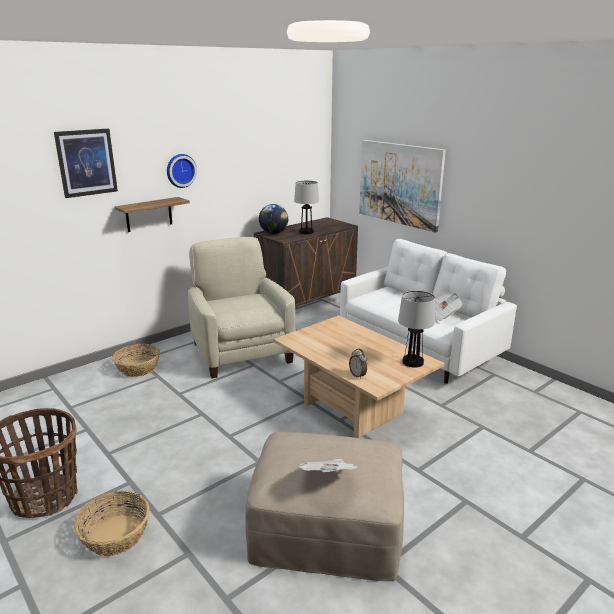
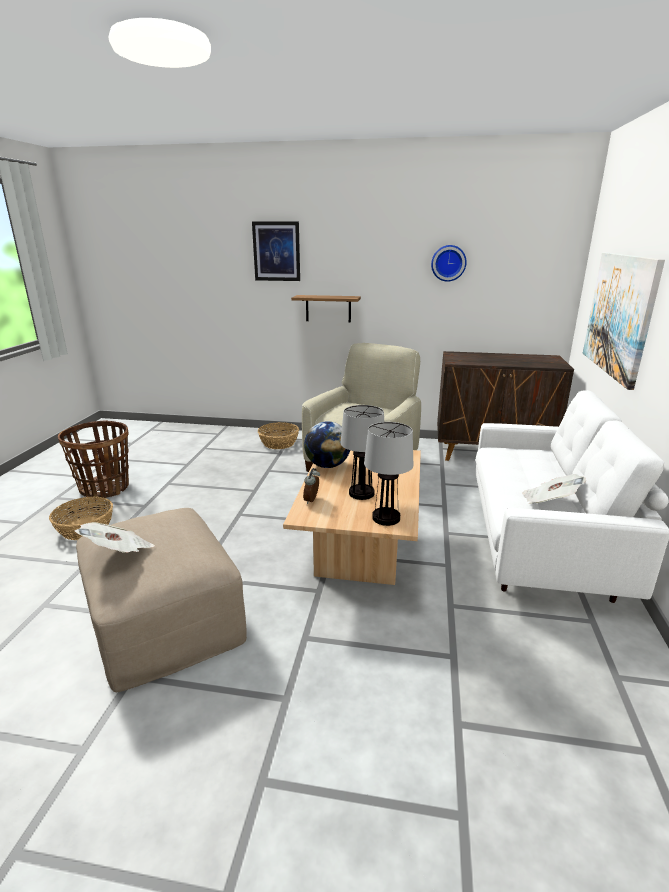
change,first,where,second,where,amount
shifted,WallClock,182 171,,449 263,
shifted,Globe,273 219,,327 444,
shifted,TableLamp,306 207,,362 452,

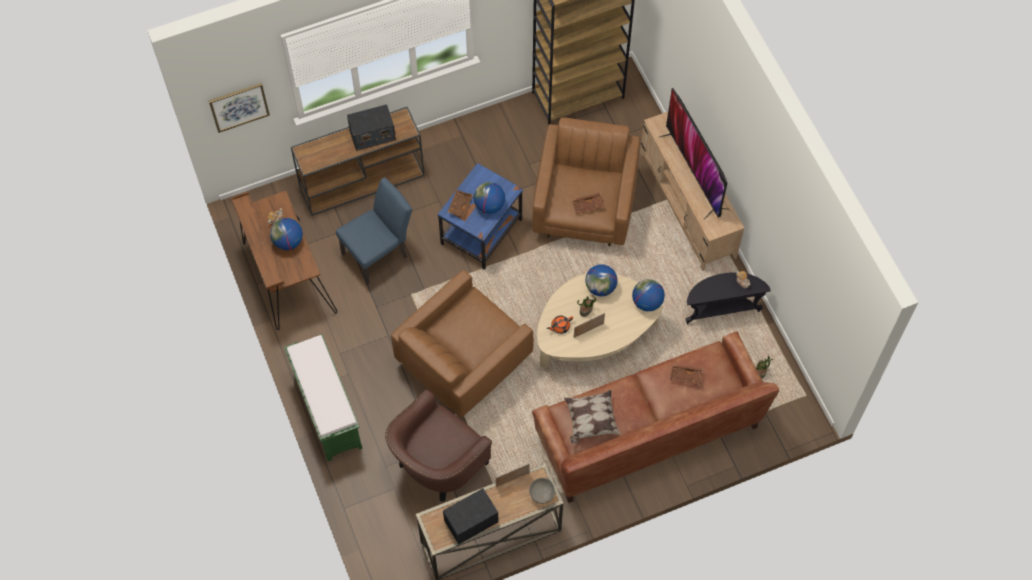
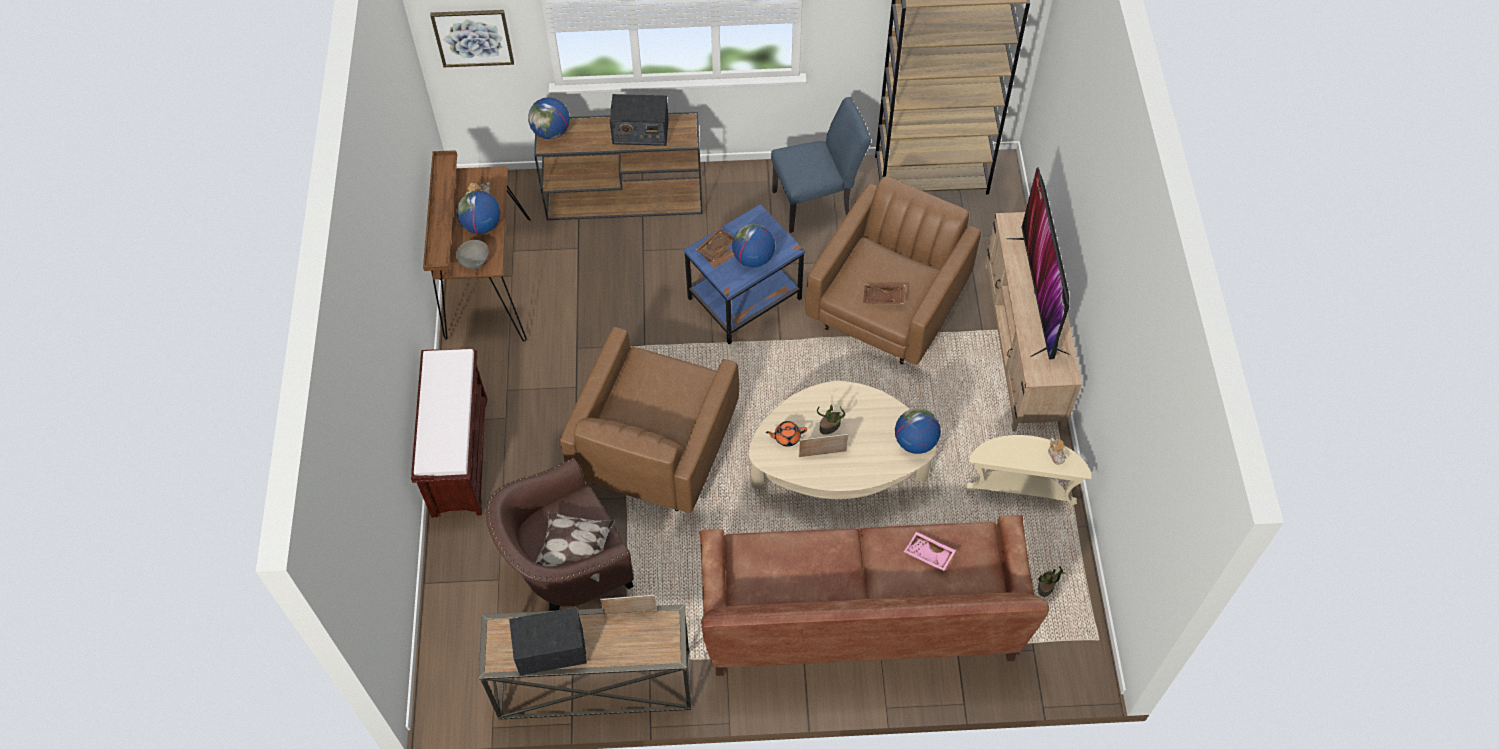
change,first,where,second,where,amount
repainted,GreenBench,323 397,BrownBench,449 433,
shifted,BlueChair,374 231,,821 165,
rotated,BrownArmchair,462 344,,649 420,45 degrees counterclockwise
shifted,GreyBowl,542 491,,472 254,
shifted,Pillow,592 416,,574 546,
shifted,Globe,601 280,,549 118,
repainted,BrownTray,686 375,PinkTray,930 551,
repainted,BlackSideTable,728 298,BeigeSideTable,1029 471,

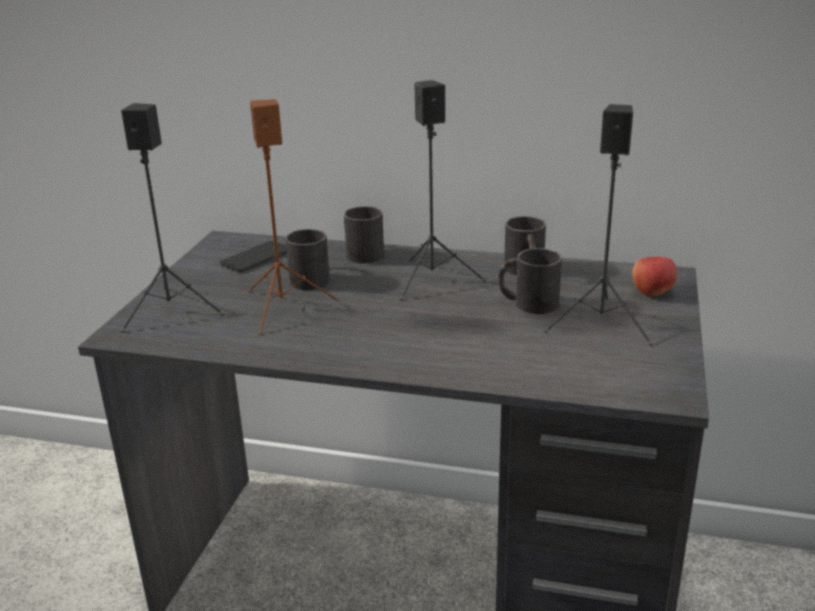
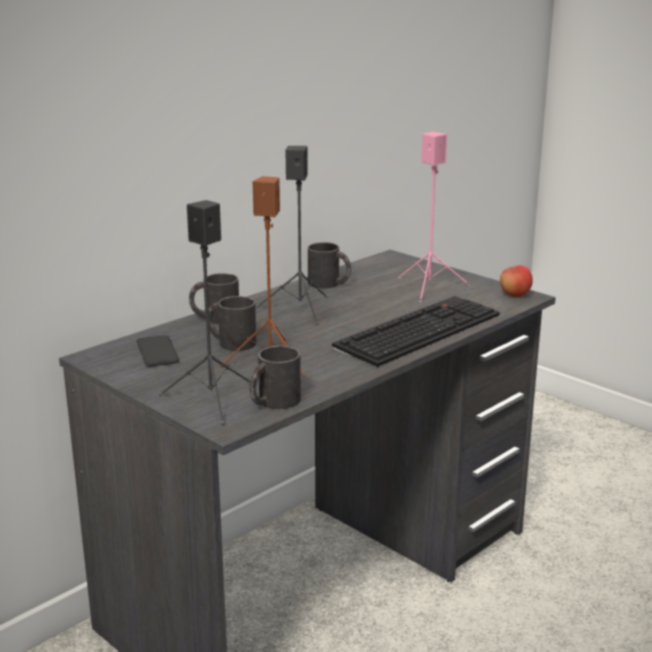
change,first,where,second,where,amount
shifted,BlackMug,530 281,,275 377,
repainted,BlackSpeaker,598 225,PinkSpeaker,434 217,
shifted,Apple,654 276,,516 281,
new,,,Keyboard,416 331,

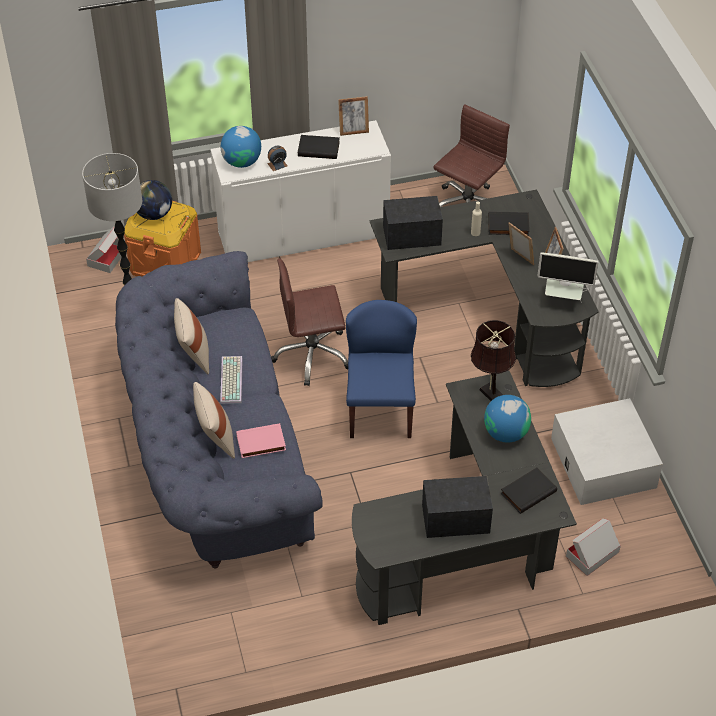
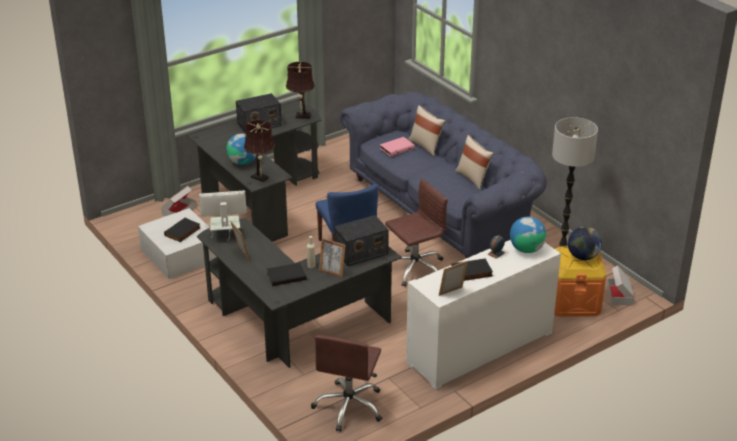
change,first,where,second,where,amount
gone,Keyboard,231 380,,,
shifted,BlackBook,529 491,,182 230,
shifted,PictureFrame,521 243,,332 258,
new,,,BrownTableLamp,300 90,

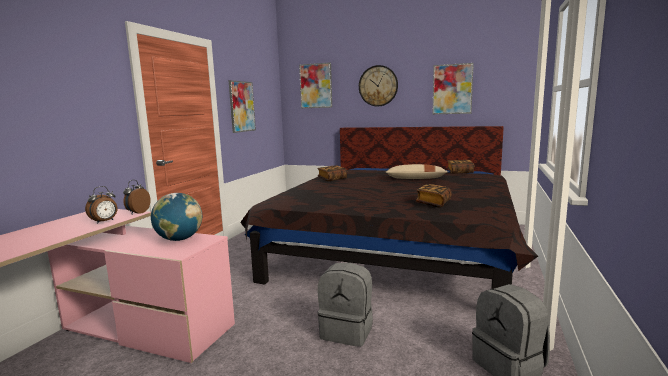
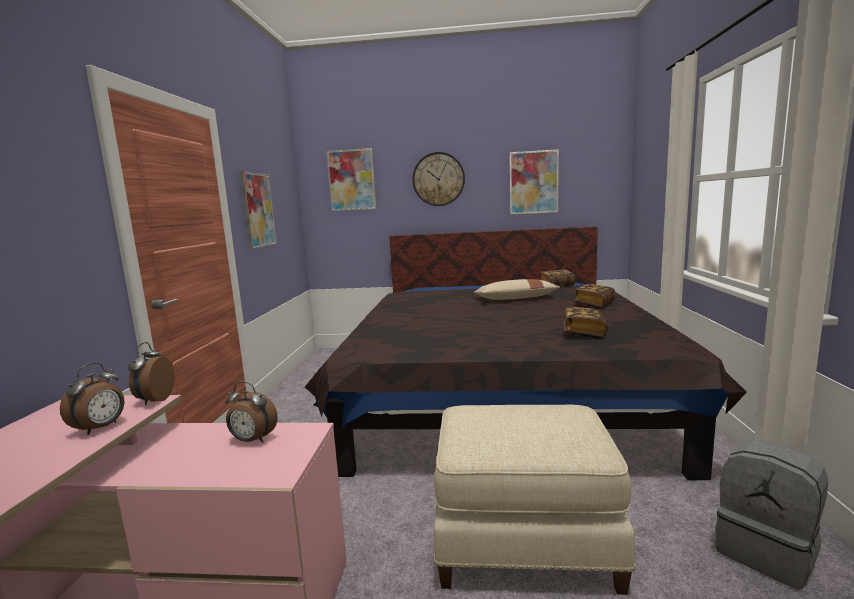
change,first,where,second,where,amount
swapped,Globe,176 217,AlarmClock,251 412,
shifted,Book,332 173,,594 296,
swapped,GreyBackpack,345 305,BeigeOttoman,534 500,

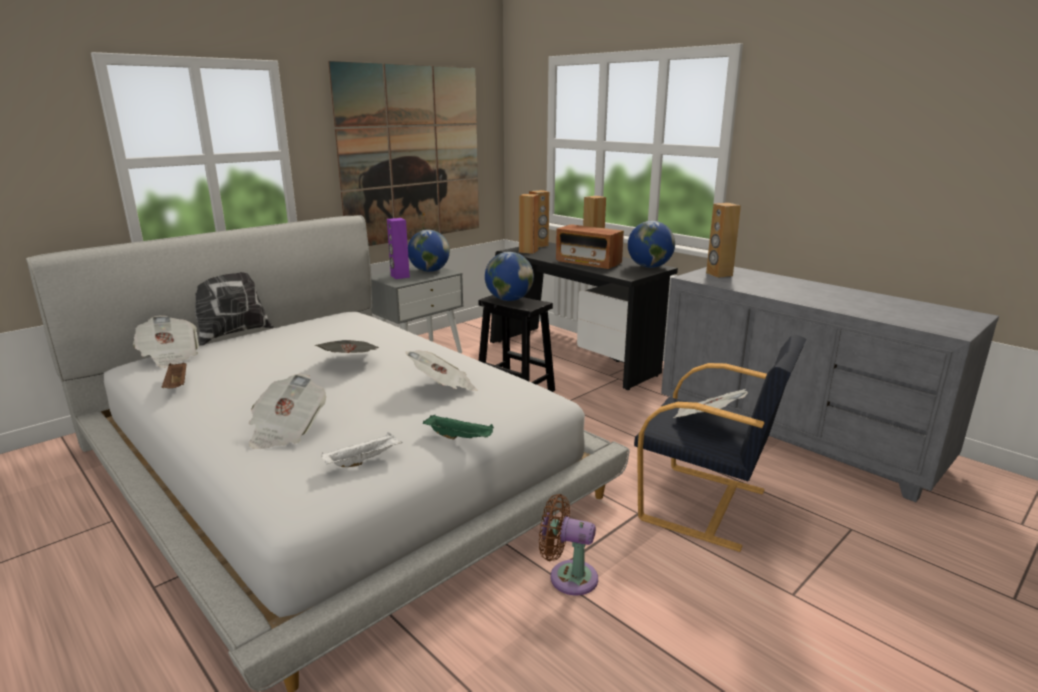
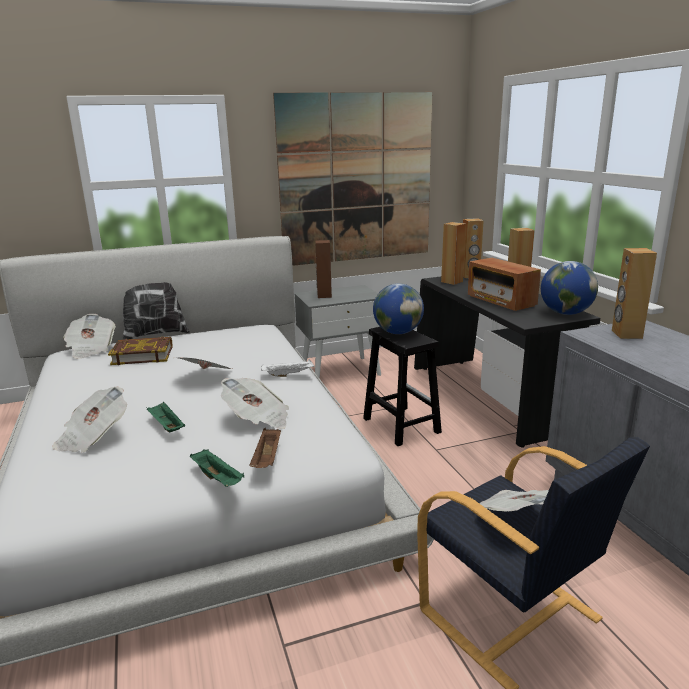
change,first,where,second,where,amount
shifted,BrownTray,174 375,,265 448,
shifted,WhiteTray,362 449,,288 368,
repainted,PurpleSpeaker,398 248,BrownSpeaker,323 269,
gone,Globe,429 251,,,
gone,BrownFan,568 545,,,
new,,,Book,140 351,
new,,,GreenTray,166 417,

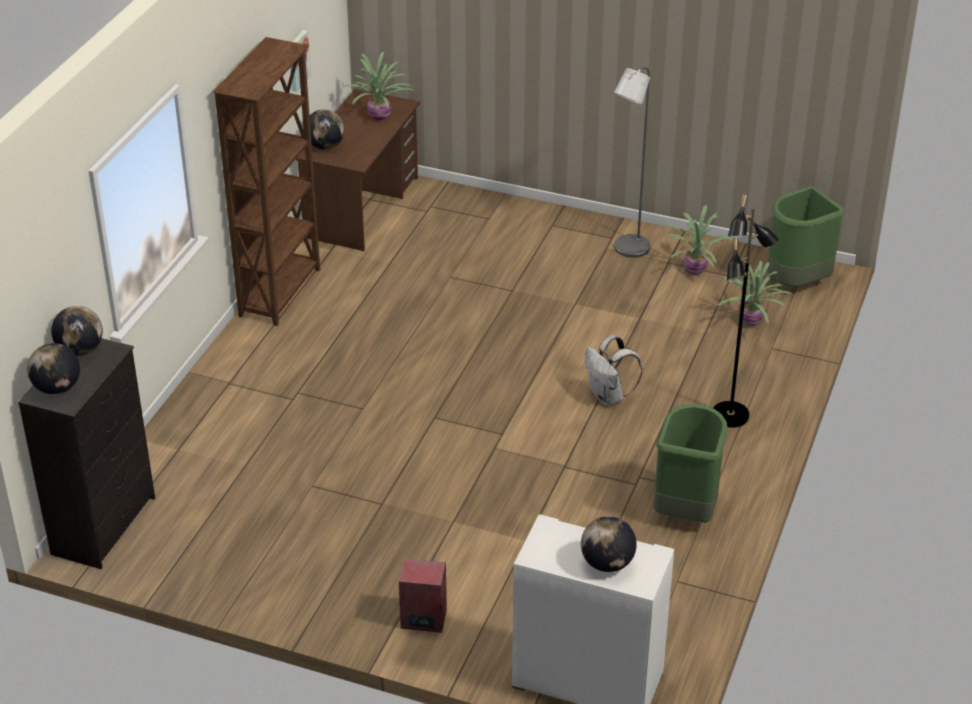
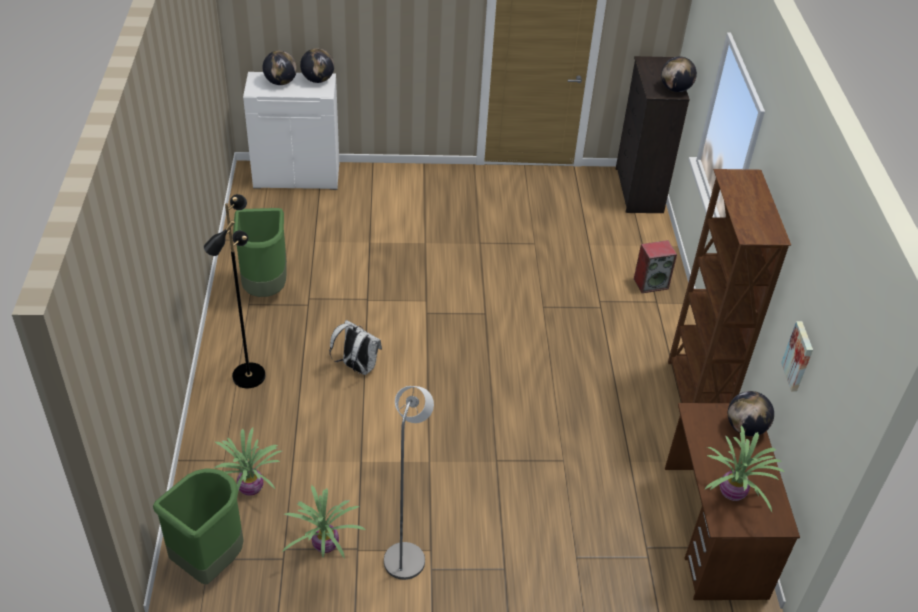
change,first,where,second,where,amount
shifted,Globe,53 369,,317 65,
shifted,Speaker,423 596,,655 266,

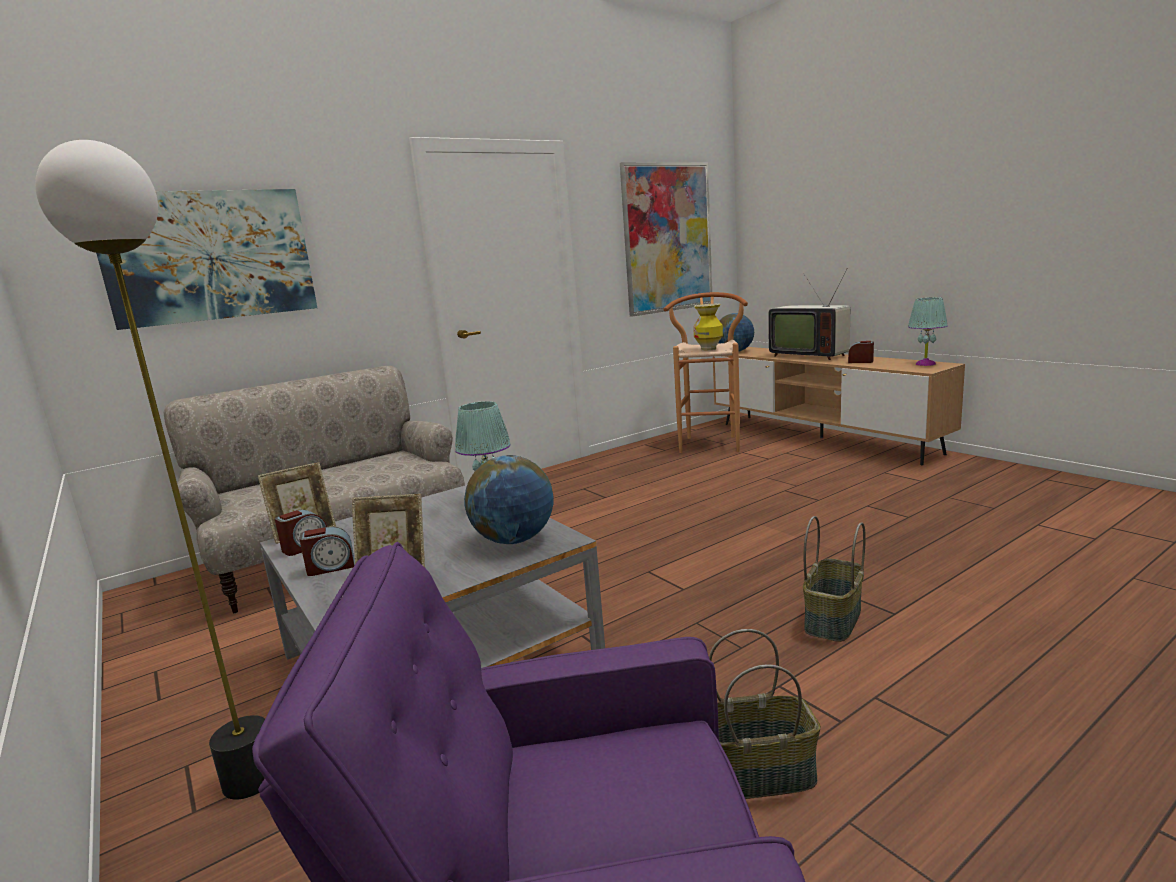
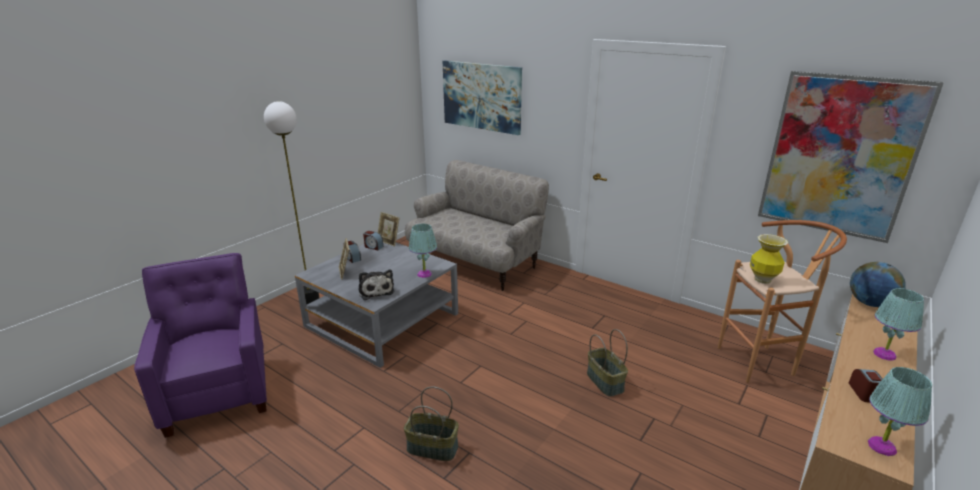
change,first,where,second,where,amount
swapped,Globe,508 499,PlushToy,376 285,
shifted,Basket,765 714,,607 363,
swapped,Television,809 314,TurquoiseTableLamp,898 324,

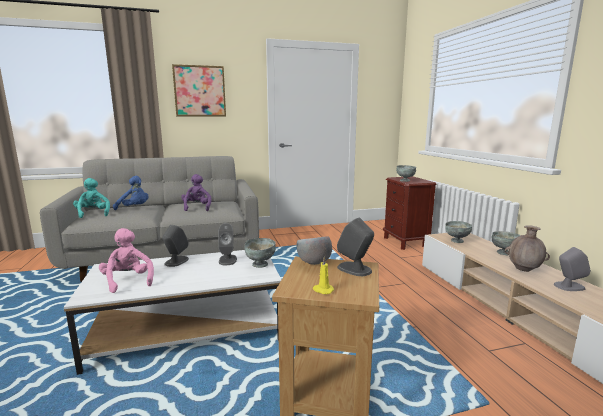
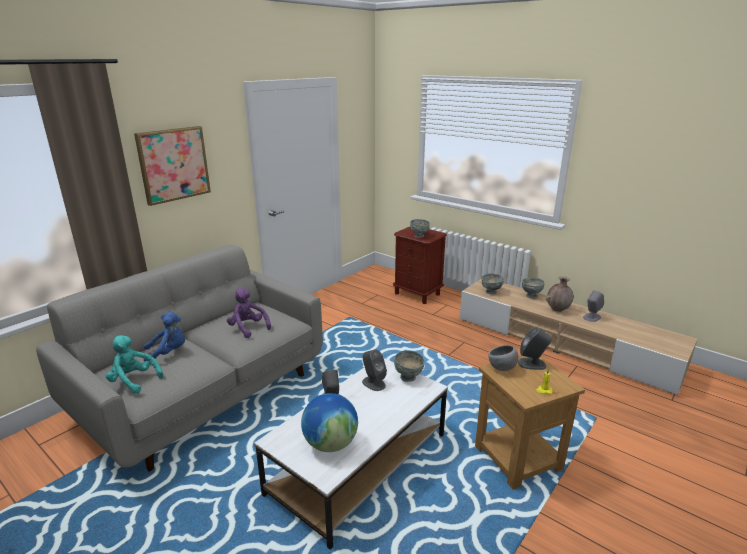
change,first,where,second,where,amount
swapped,PinkPlushToy,126 260,Globe,329 422,

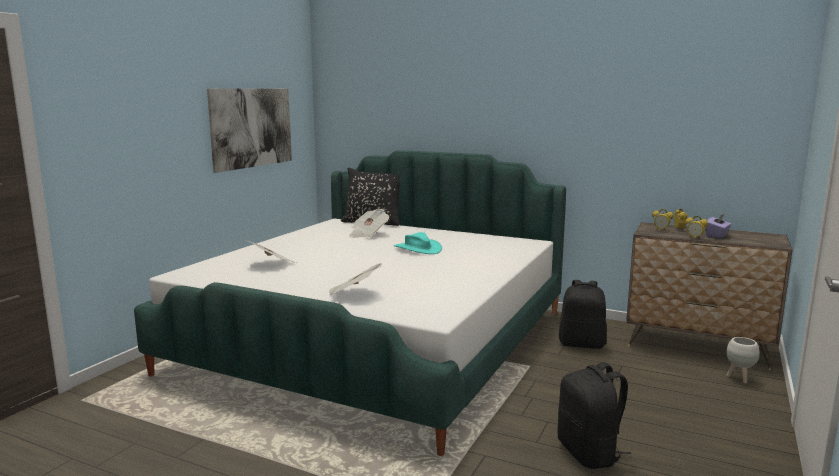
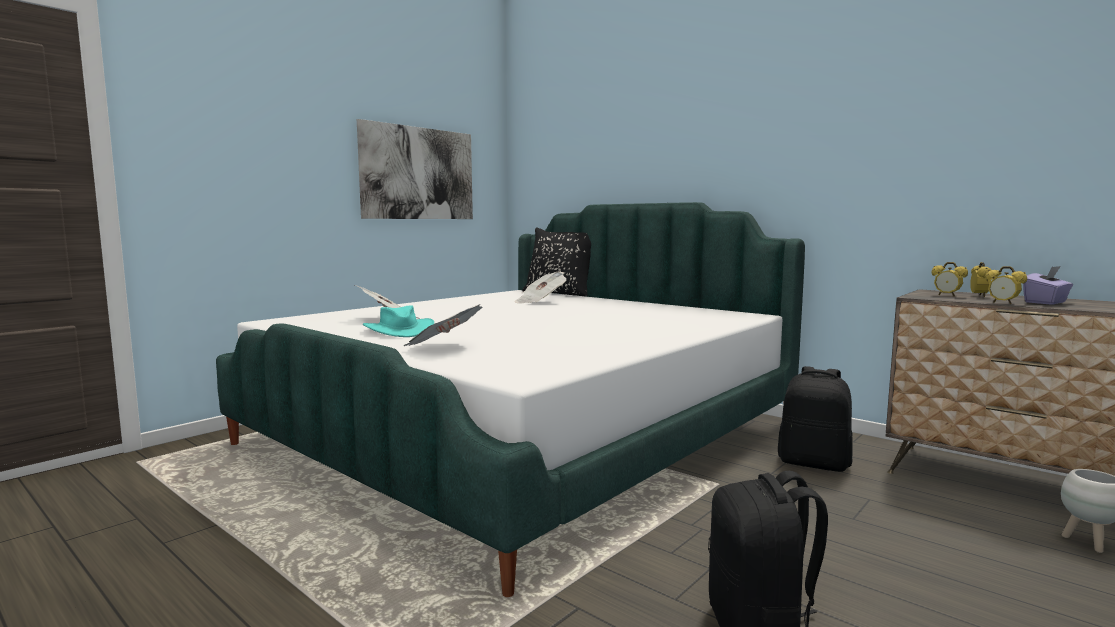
change,first,where,second,where,amount
shifted,TurquoiseHat,418 243,,398 321,

